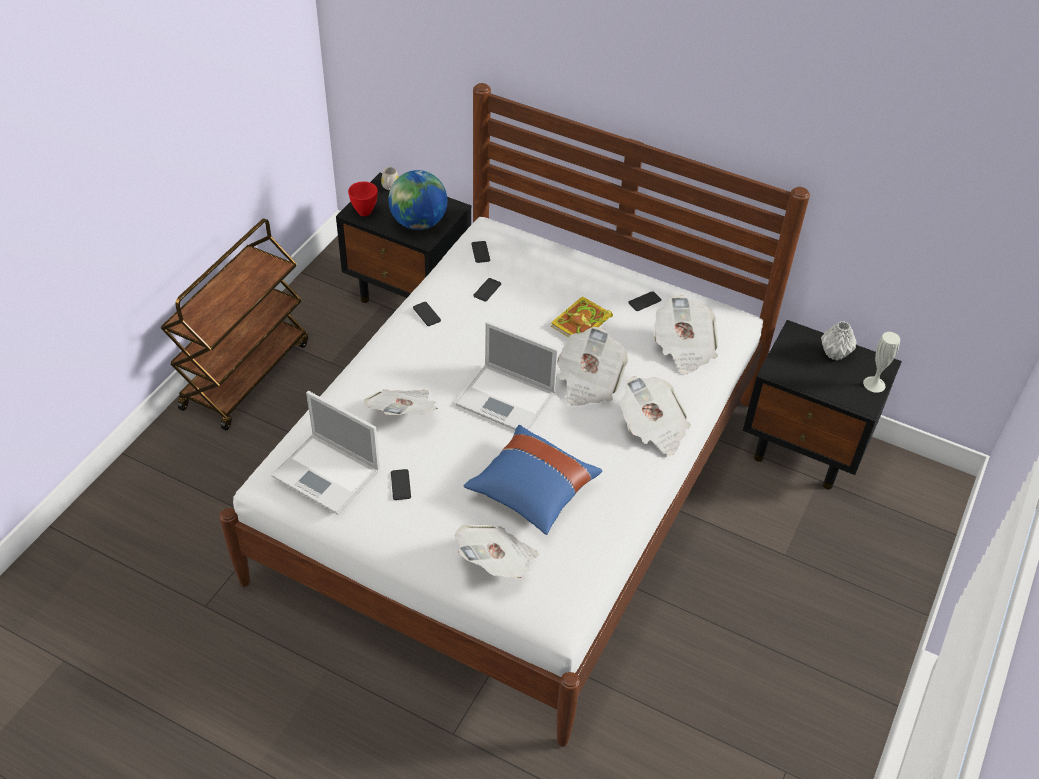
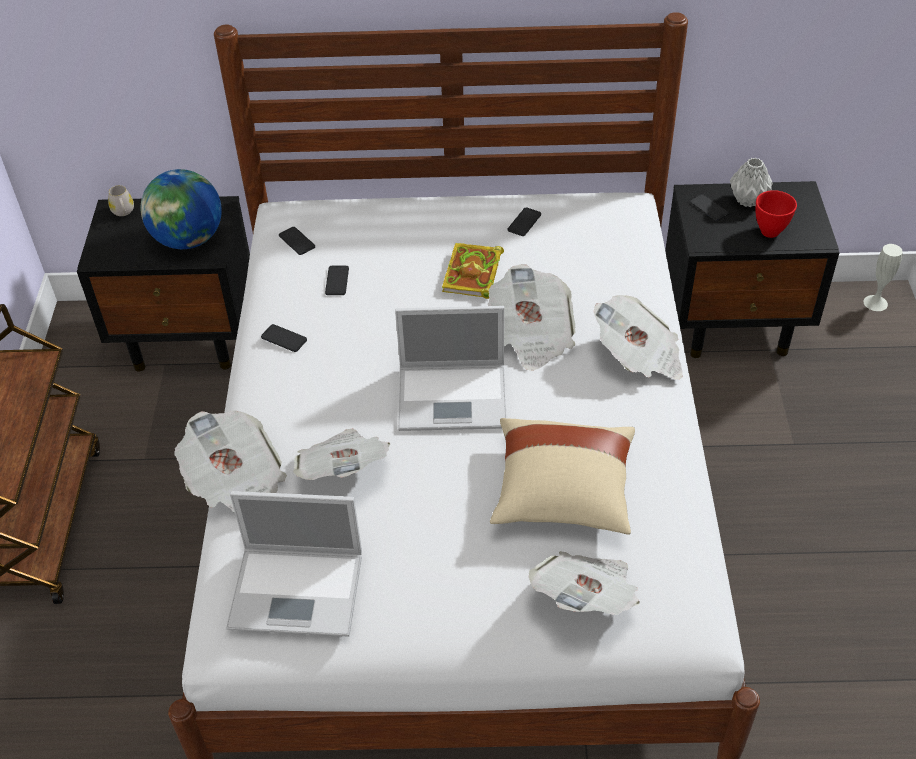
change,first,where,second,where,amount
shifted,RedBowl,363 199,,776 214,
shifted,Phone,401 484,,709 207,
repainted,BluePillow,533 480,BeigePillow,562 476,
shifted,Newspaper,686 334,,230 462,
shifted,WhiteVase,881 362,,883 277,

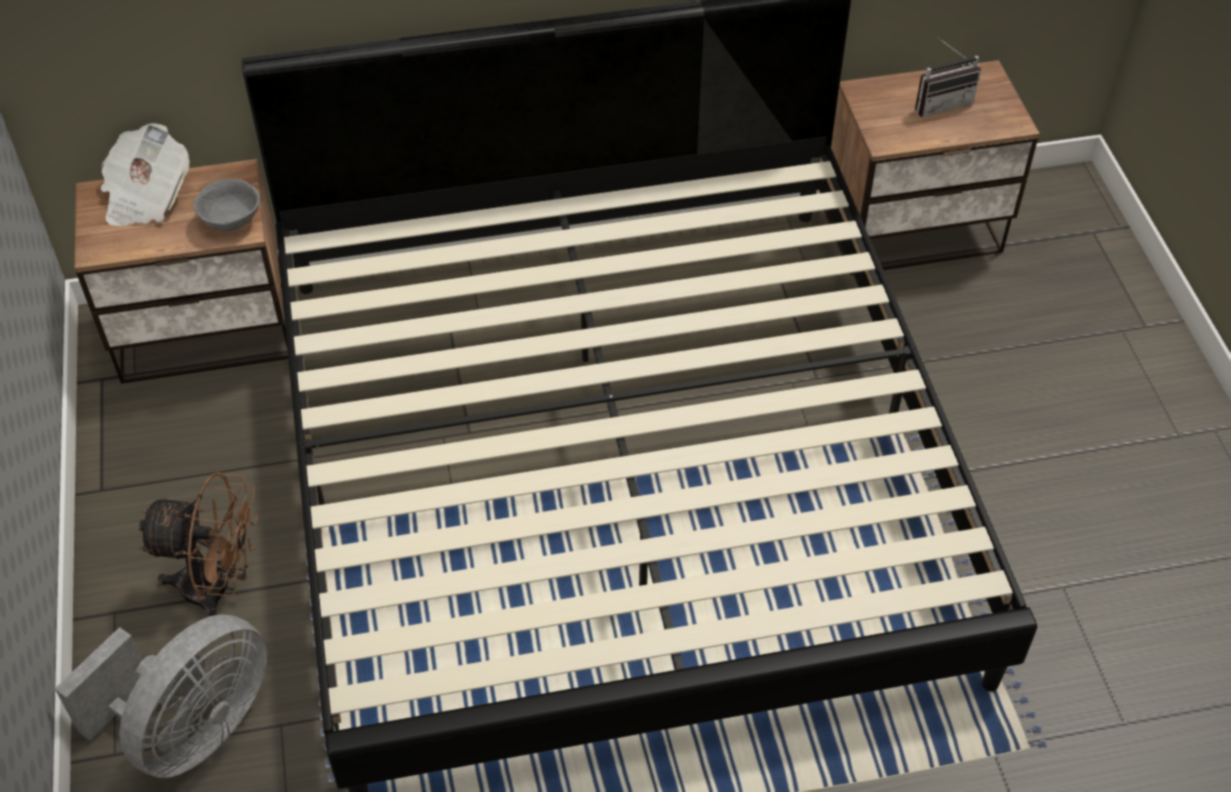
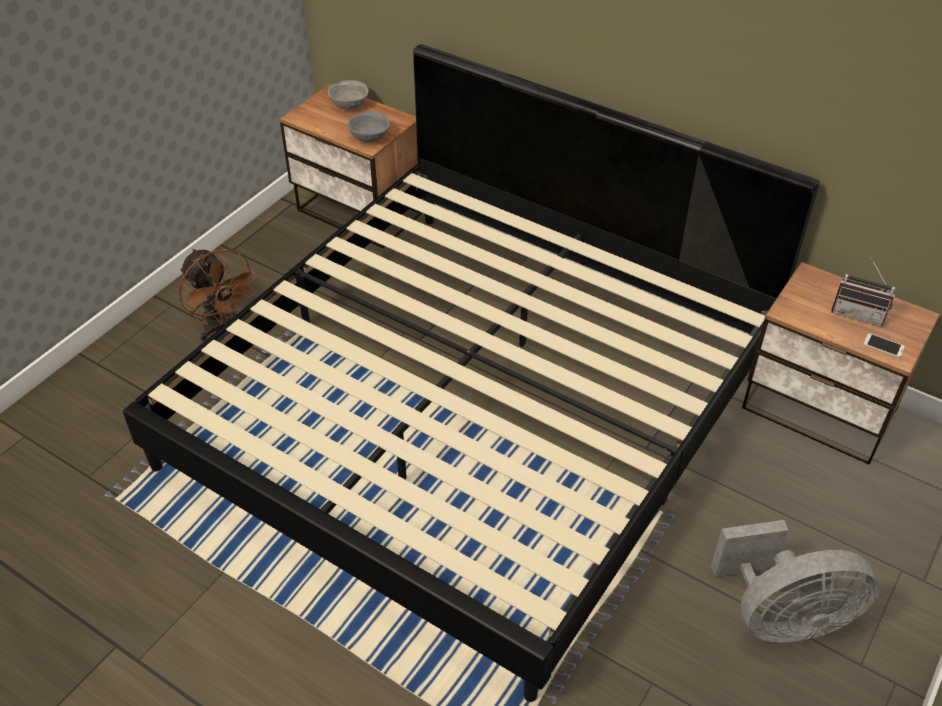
change,first,where,second,where,amount
shifted,GreyFan,161 696,,795 581,
swapped,Newspaper,145 174,GreyBowl,348 95,
new,,,Phone,884 345,

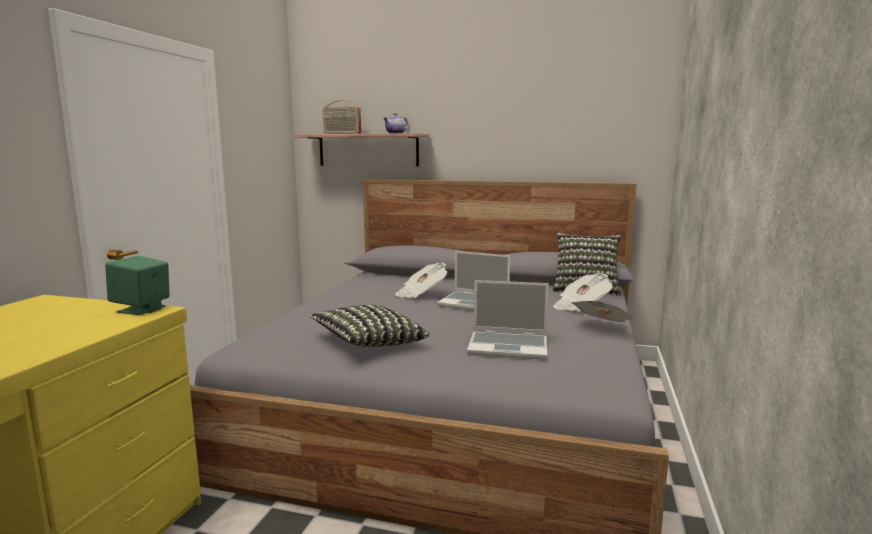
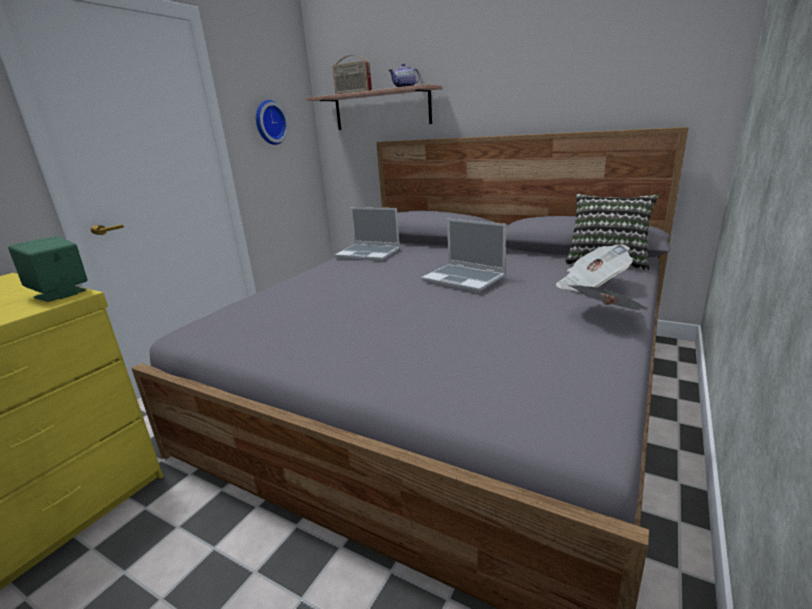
change,first,where,second,where,amount
gone,Pillow,370 326,,,
gone,Newspaper,421 280,,,
shifted,Laptop,508 320,,367 234,
new,,,WallClock,272 122,

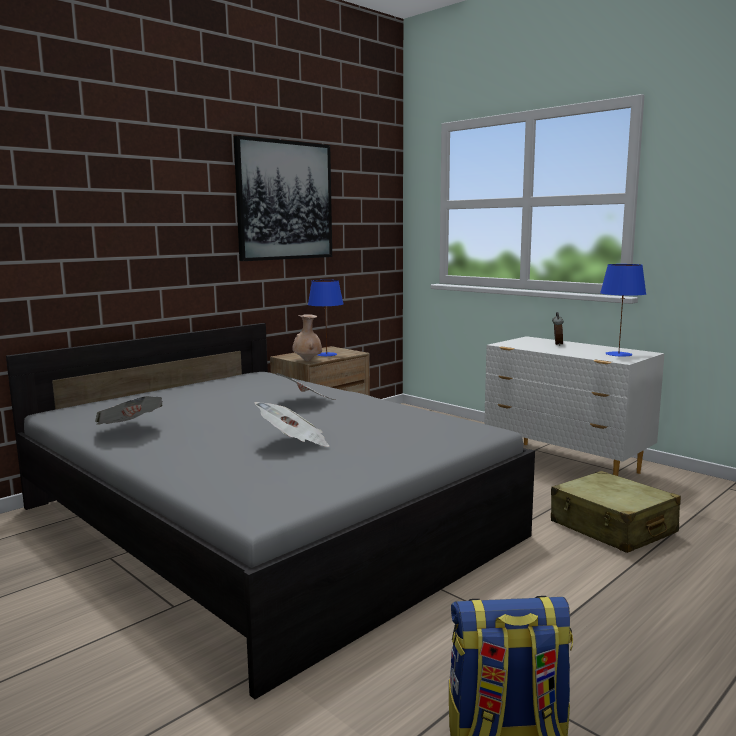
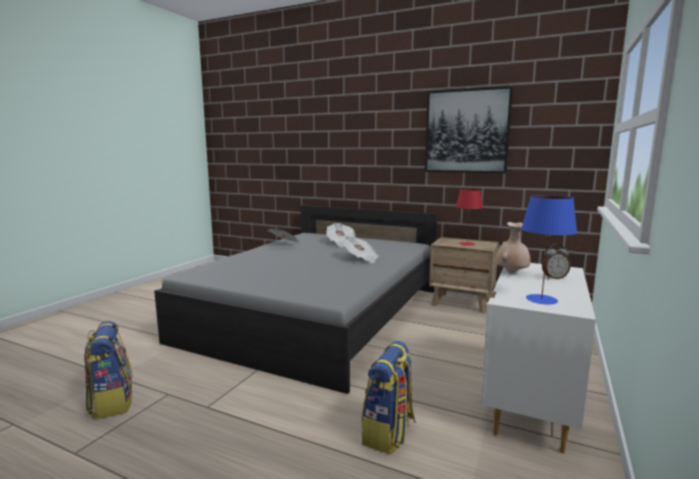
change,first,where,second,where,amount
shifted,Newspaper,292 424,,341 235,
shifted,BeigeVase,307 338,,513 248,
repainted,BlueTableLamp,326 318,RedTableLamp,469 217,
swapped,BeigeSuitcase,616 512,Backpack,388 397,

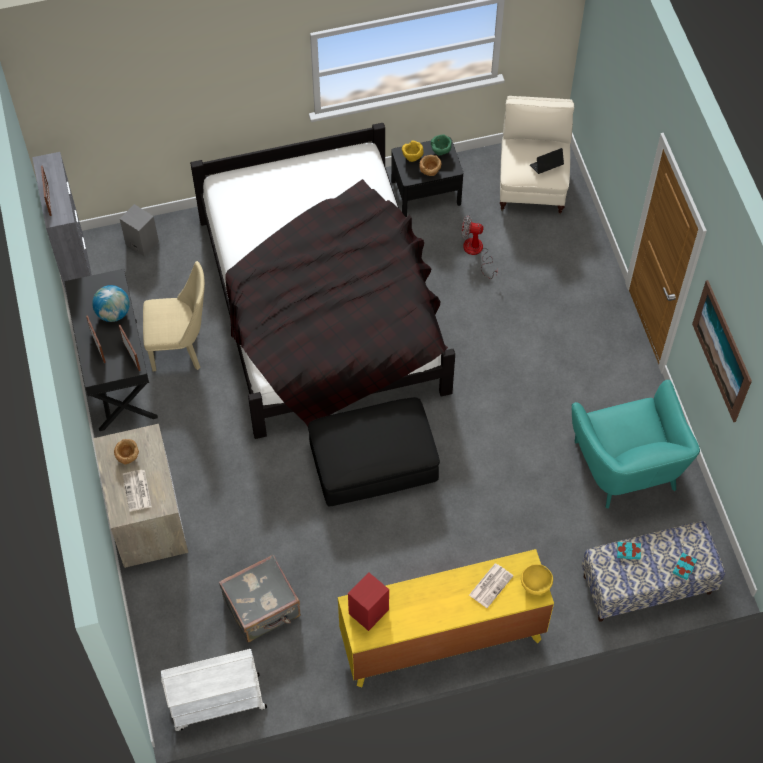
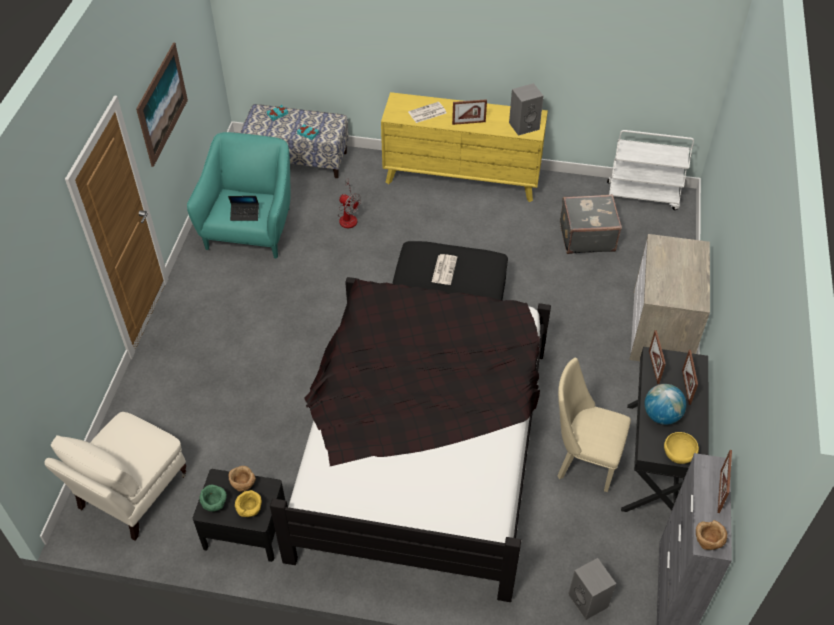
change,first,where,second,where,amount
shifted,BrownBowl,126 451,,711 535,
shifted,Newspaper,137 491,,444 269,
repainted,RedSpeaker,368 601,GreySpeaker,526 109,
shifted,Fan,479 247,,349 203,
shifted,YellowBowl,537 579,,681 448,
shifted,Laptop,547 161,,243 208,
new,,,PictureFrame,469 112,

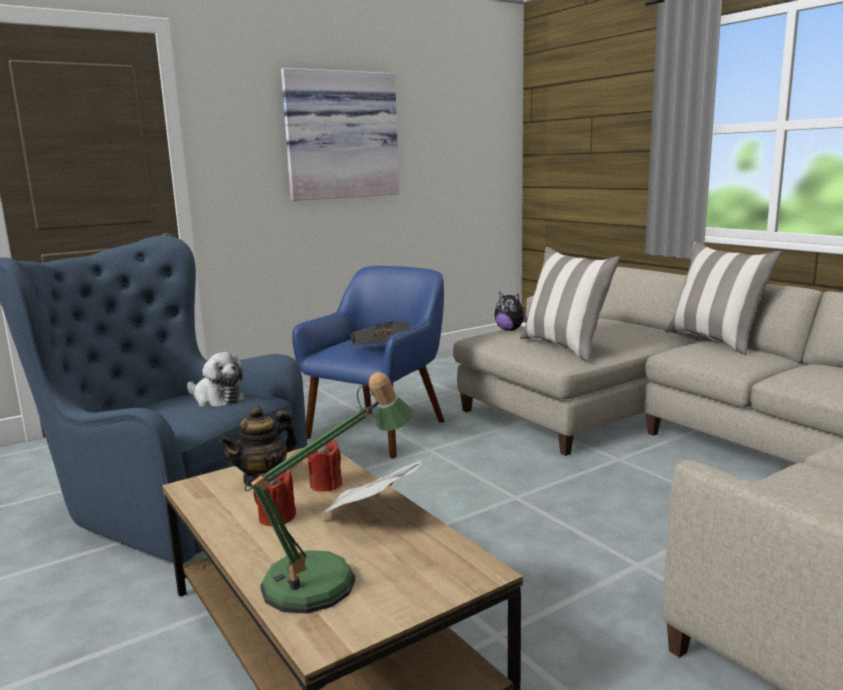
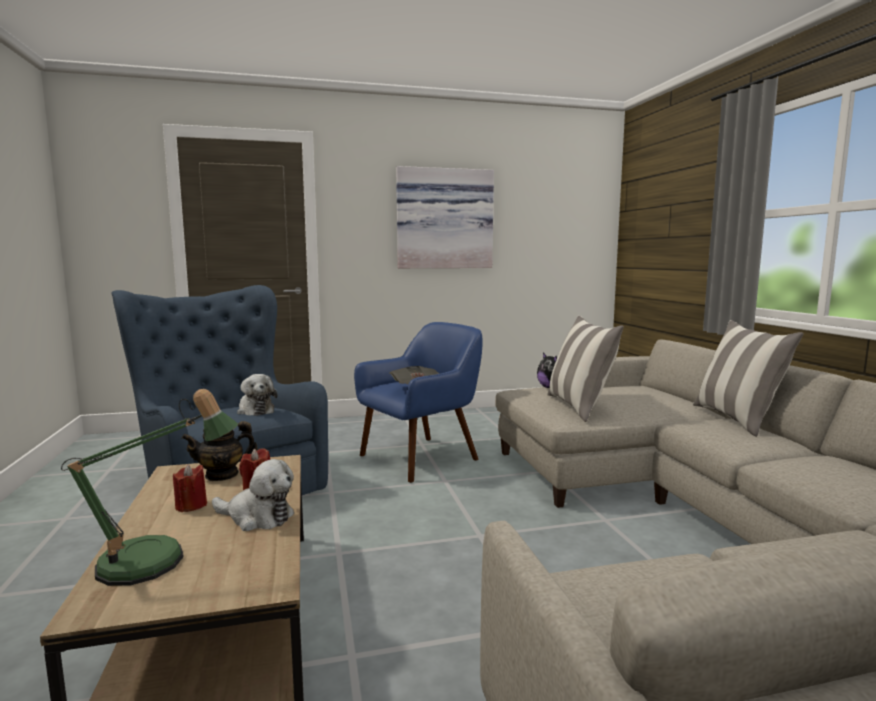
change,first,where,second,where,amount
swapped,Newspaper,370 487,PlushToy,253 495,

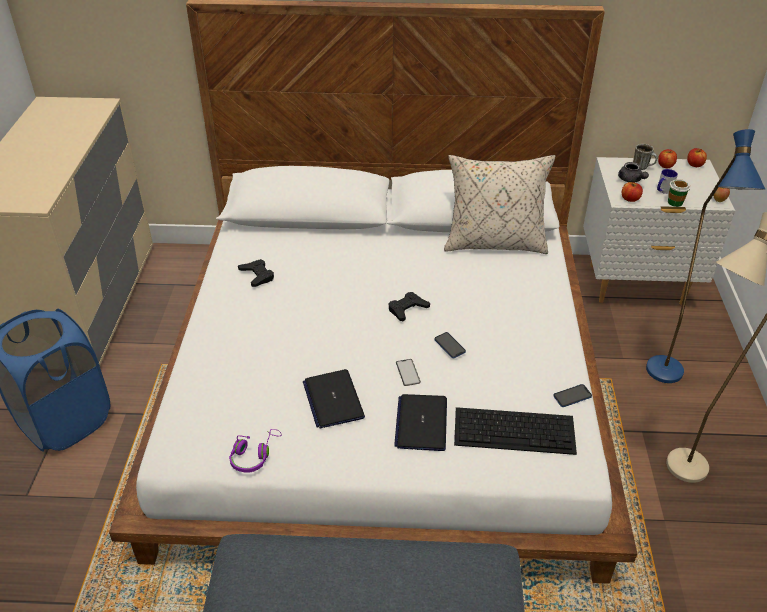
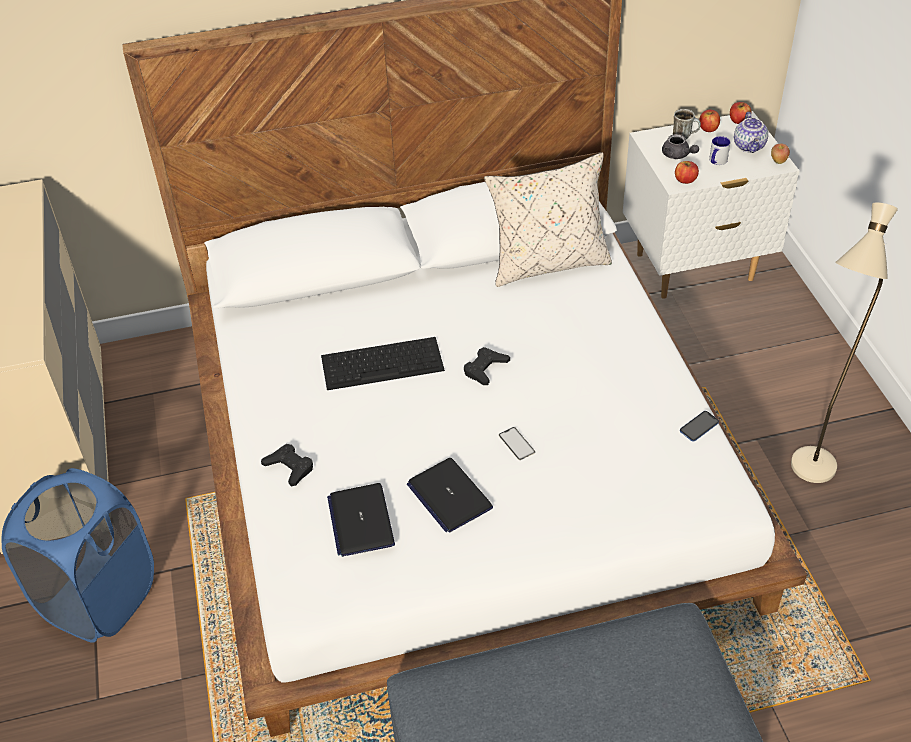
change,first,where,second,where,amount
gone,PurpleHeadphones,255 451,,,
shifted,BlackGameController,256 273,,287 465,
shifted,Laptop,420 422,,361 520,
gone,Phone,450 345,,,
shifted,Keyboard,515 431,,383 363,
gone,BlueFloorLamp,705 256,,,
gone,Cup,679 193,,,
new,,,Teapot,751 132,

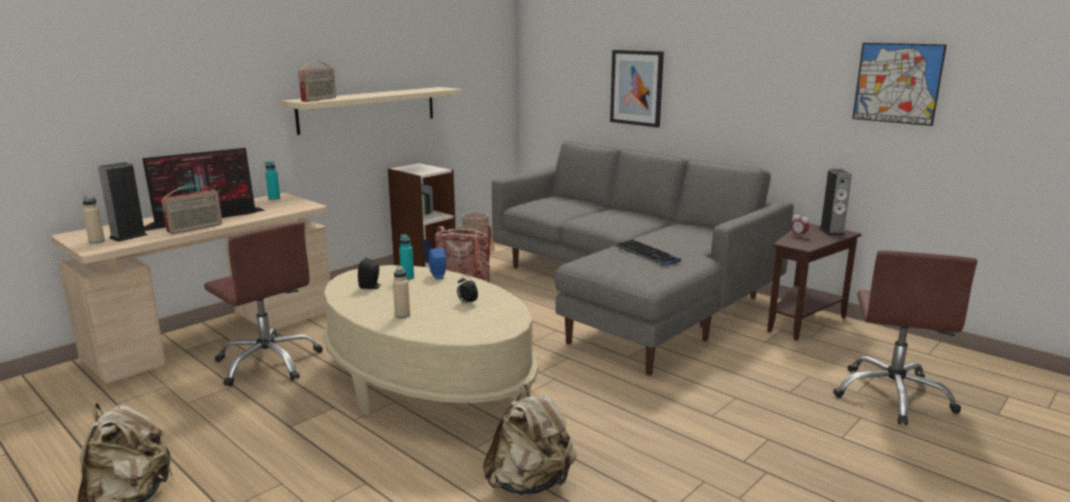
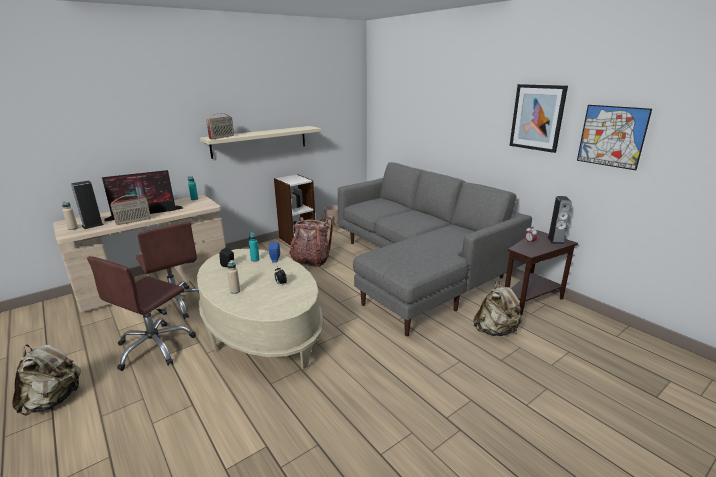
change,first,where,second,where,amount
shifted,BeigeBackpack,529 439,,497 308,
shifted,Picture,637 88,,539 118,
gone,Keyboard,648 252,,,
shifted,BrownOfficeChair,905 337,,141 313,

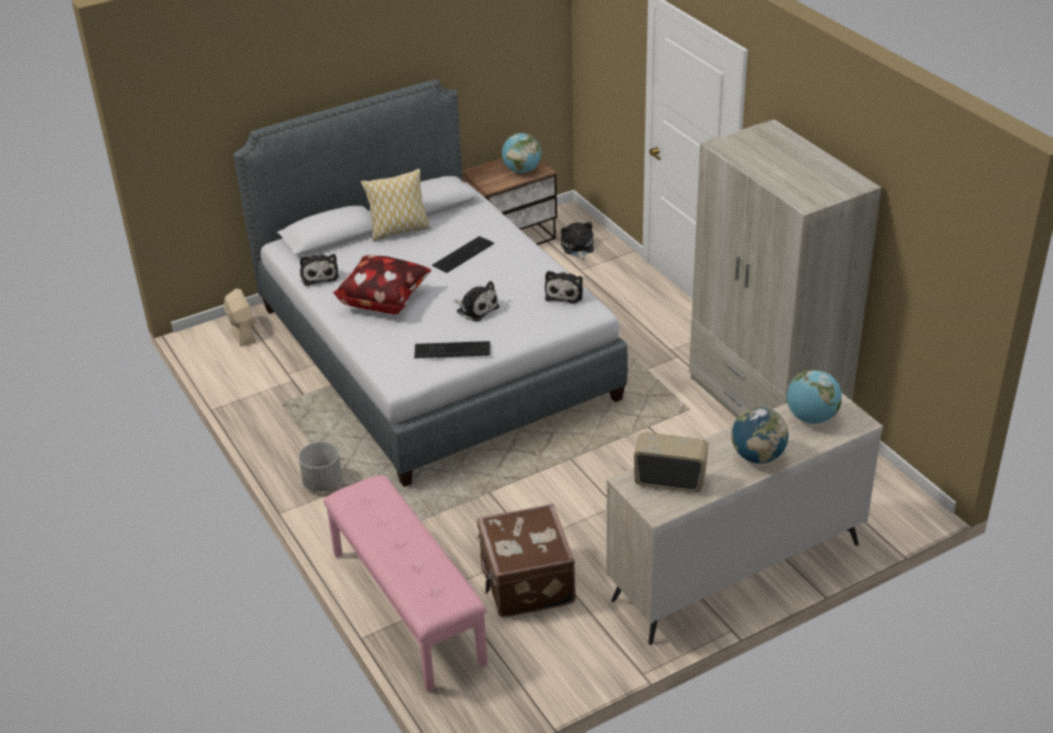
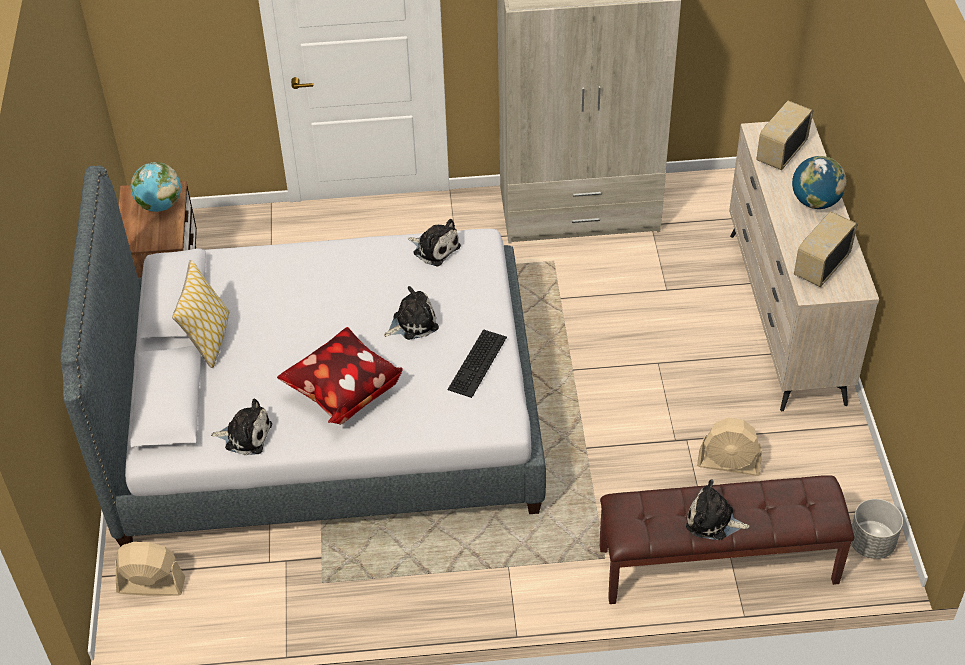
change,first,where,second,where,amount
shifted,GreyPlanter,320 467,,877 529,
repainted,PinkBench,405 583,BrownBench,727 540,
gone,Keyboard,463 254,,,
swapped,BrownSuitcase,526 560,BeigeFan,729 447,
shifted,PlushToy,577 241,,718 510,
swapped,Globe,814 397,Radio,784 135,

